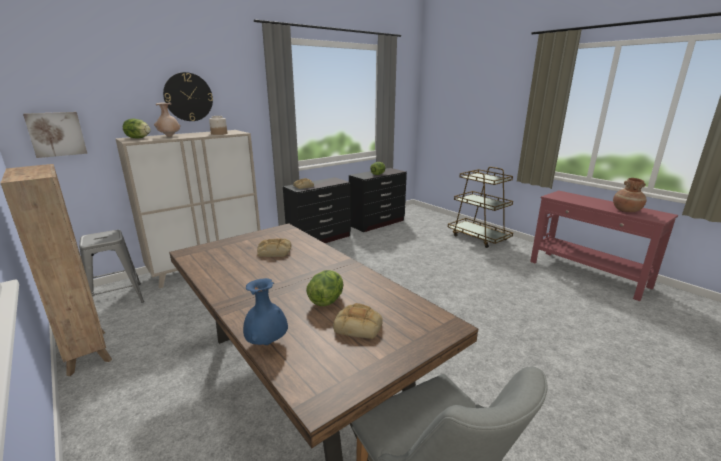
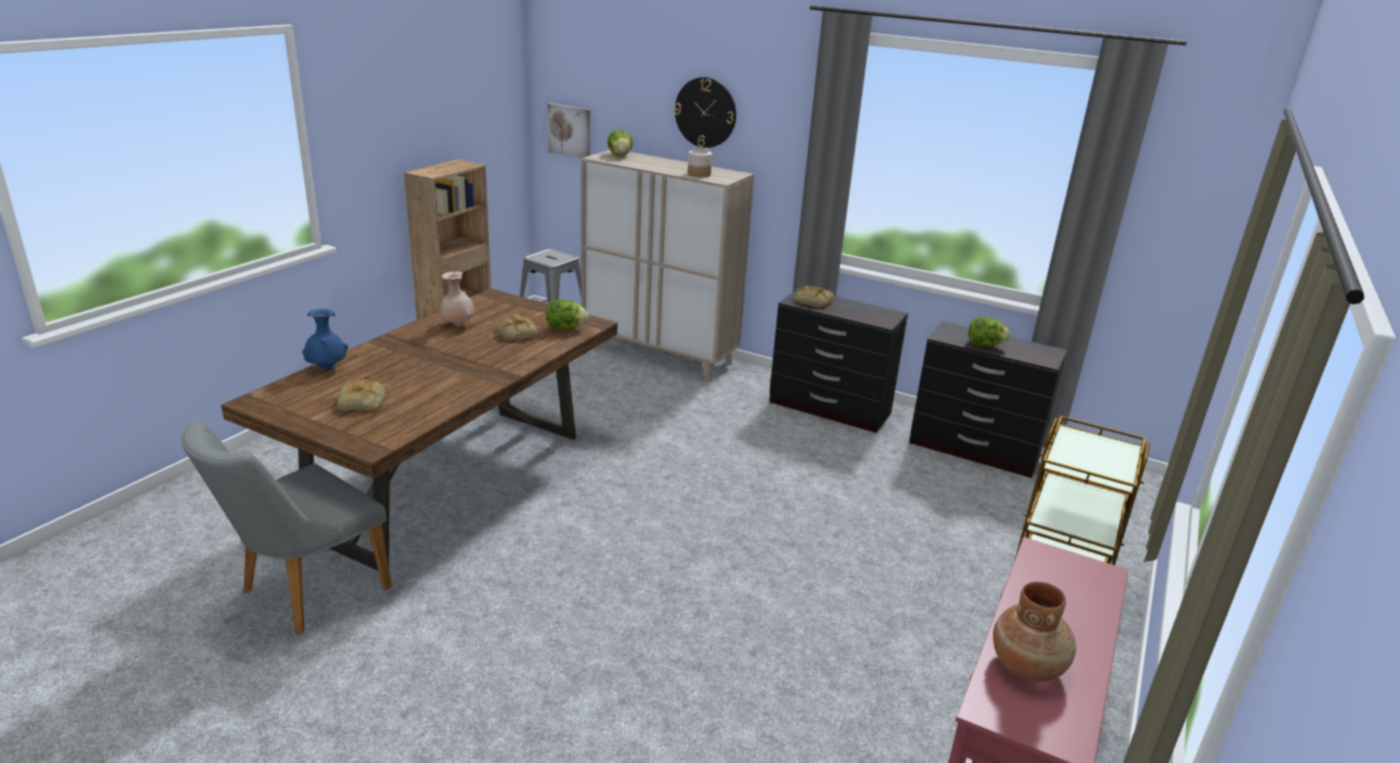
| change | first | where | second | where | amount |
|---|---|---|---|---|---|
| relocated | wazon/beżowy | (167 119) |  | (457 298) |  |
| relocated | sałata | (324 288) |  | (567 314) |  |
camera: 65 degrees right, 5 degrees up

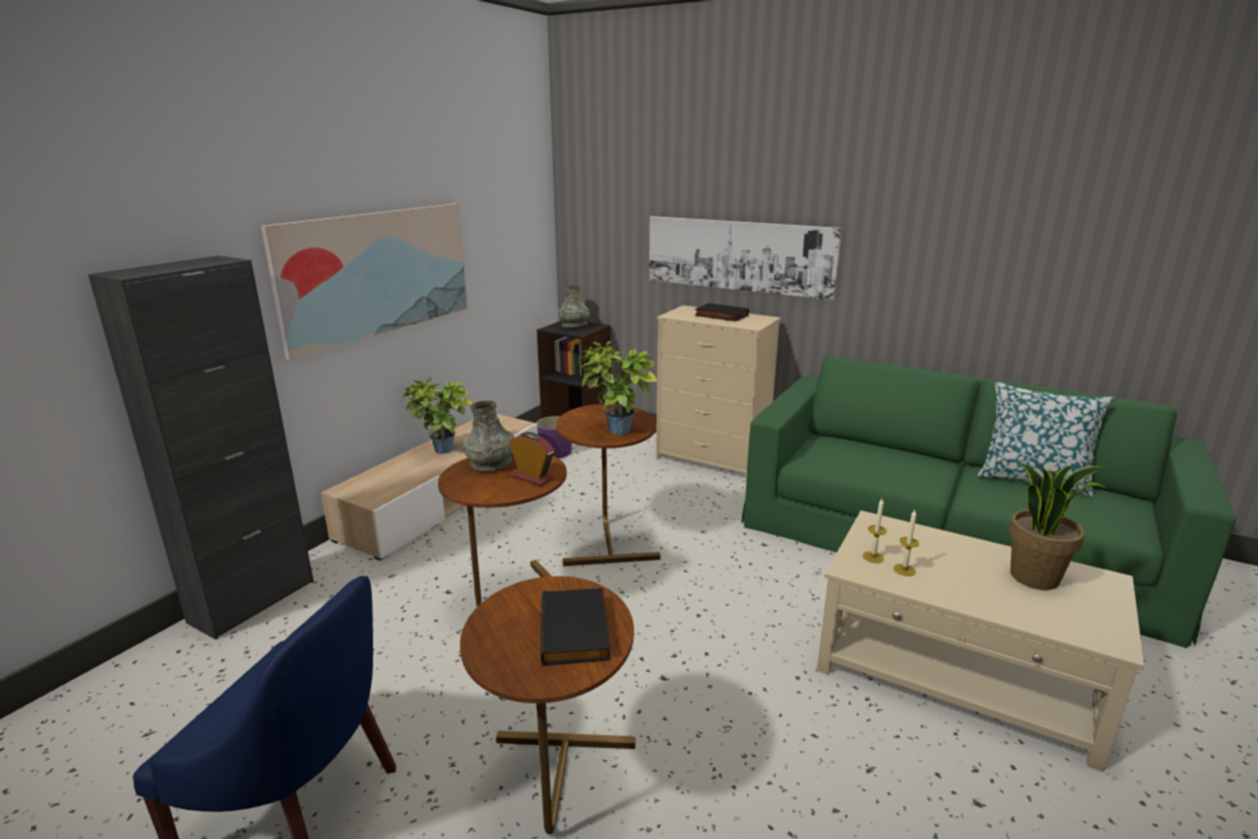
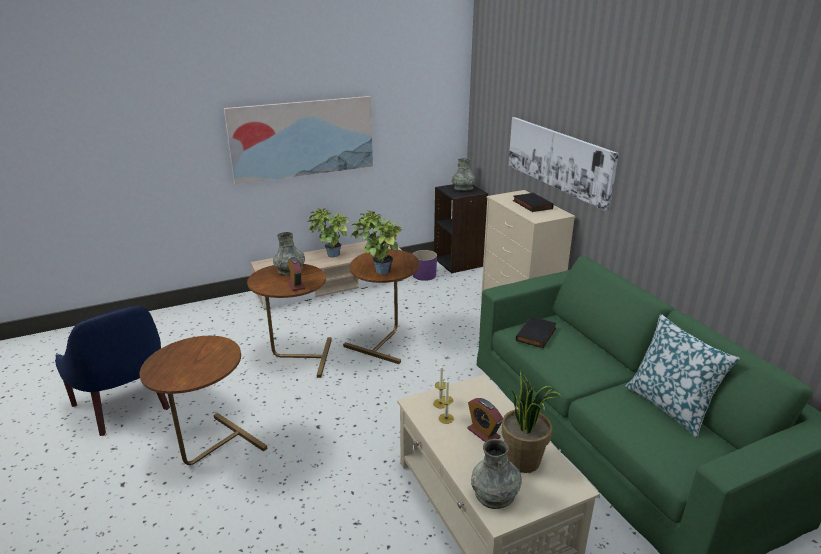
| change | first | where | second | where | amount |
|---|---|---|---|---|---|
| missing | szafka/czarny | (201 448) |  |  |  |
| appeared |  |  | budzik | (485 420) |  |
| appeared |  |  | wazon/szary | (496 474) |  |
| relocated | książka/czarny | (575 627) |  | (536 332) |  |
camera: 35 degrees right, 5 degrees up

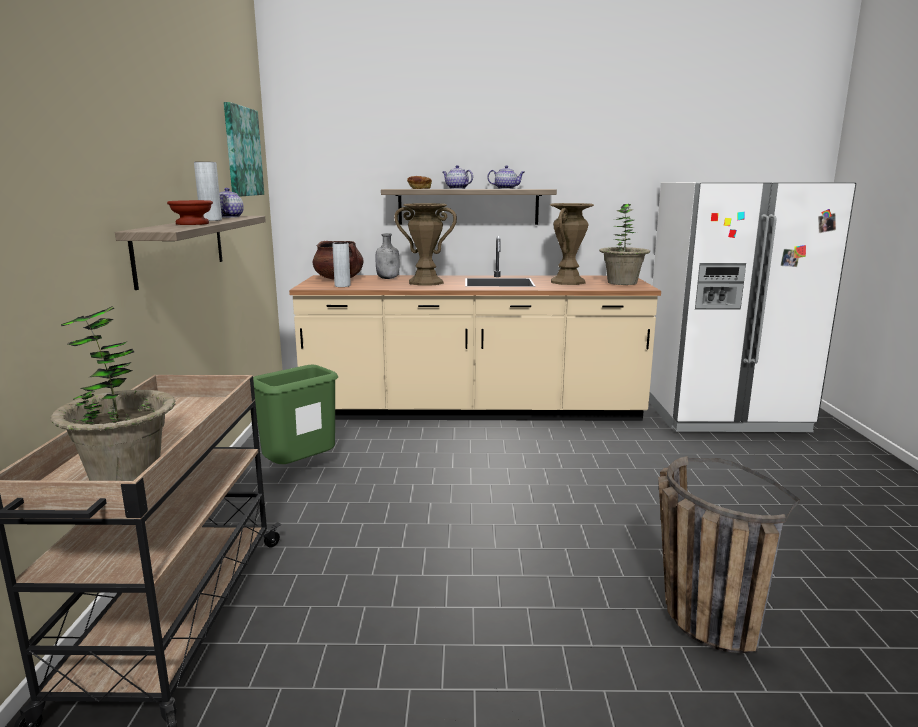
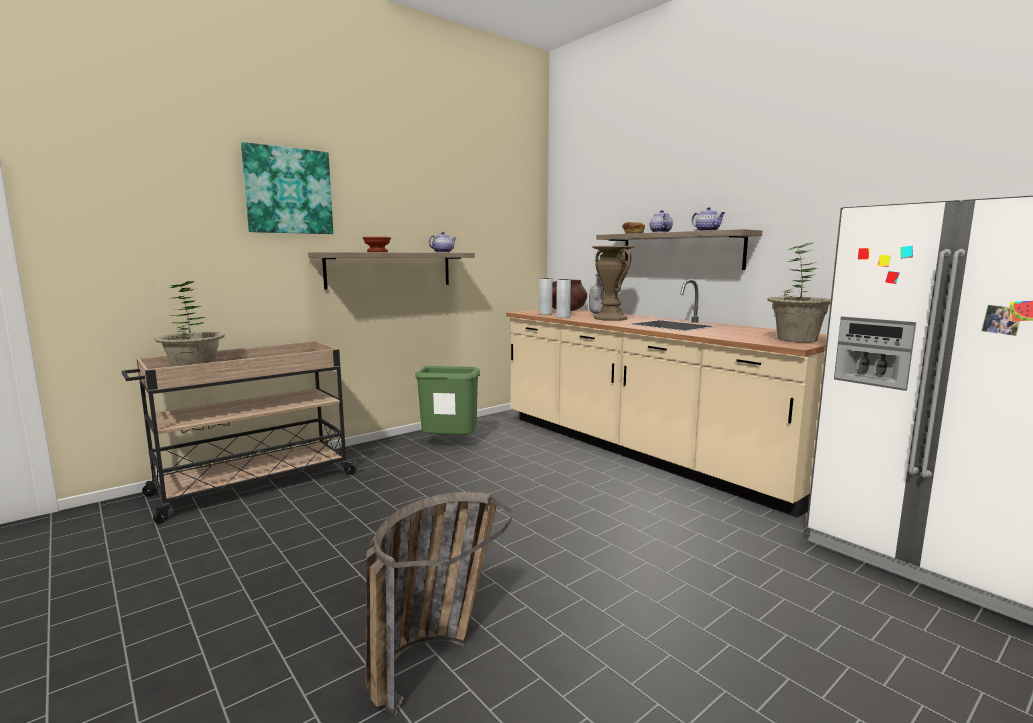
| change | first | where | second | where | amount |
|---|---|---|---|---|---|
| missing | wazon/brązowy | (572 244) |  |  |  |
| relocated | wazon/szary | (208 191) |  | (563 298) |  |
| relocated | obraz | (244 149) |  | (287 188) |  |
camera: 50 degrees right, 5 degrees down

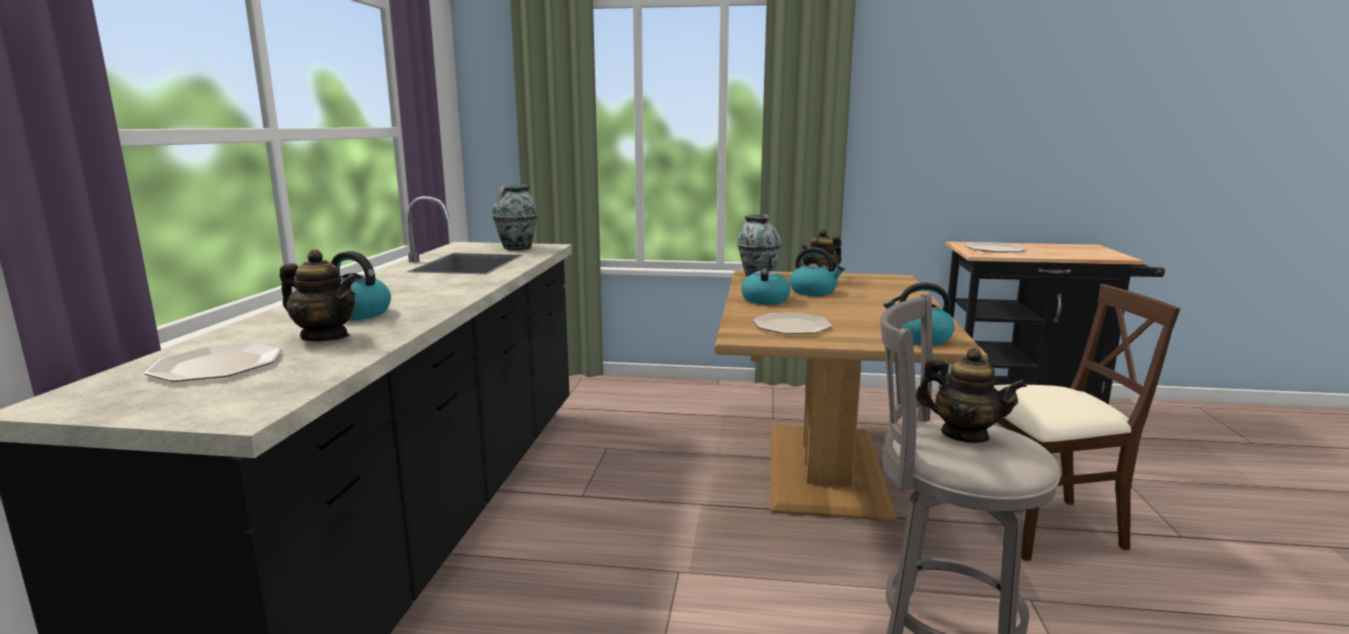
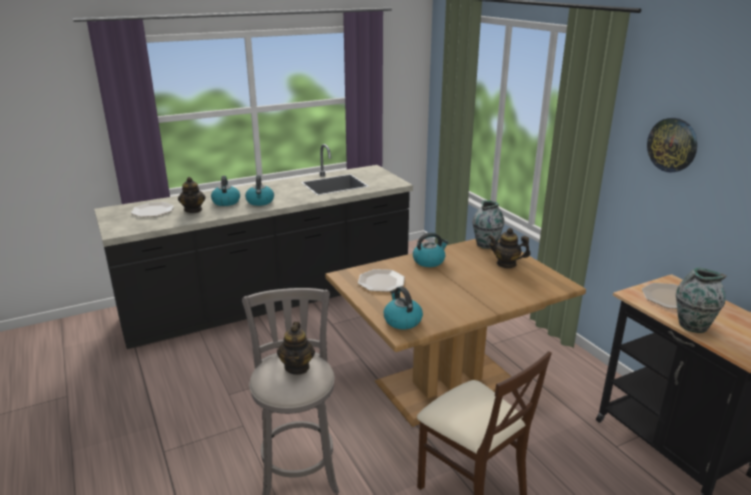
| change | first | where | second | where | amount |
|---|---|---|---|---|---|
| appeared |  |  | zegar ścienny | (672 145) |  |
| relocated | wazon | (515 217) |  | (701 300) |  |
| relocated | czajnik | (817 271) |  | (259 190) |  |
camera: 55 degrees right, 10 degrees up

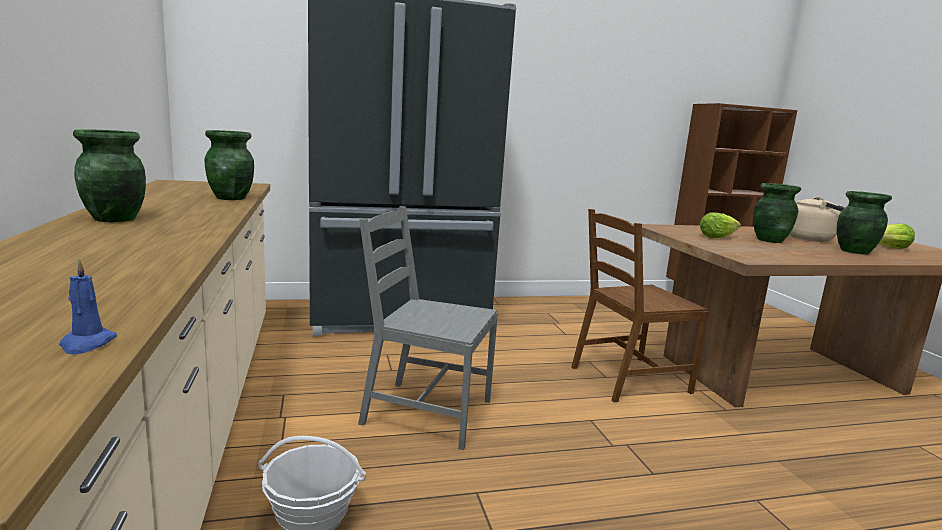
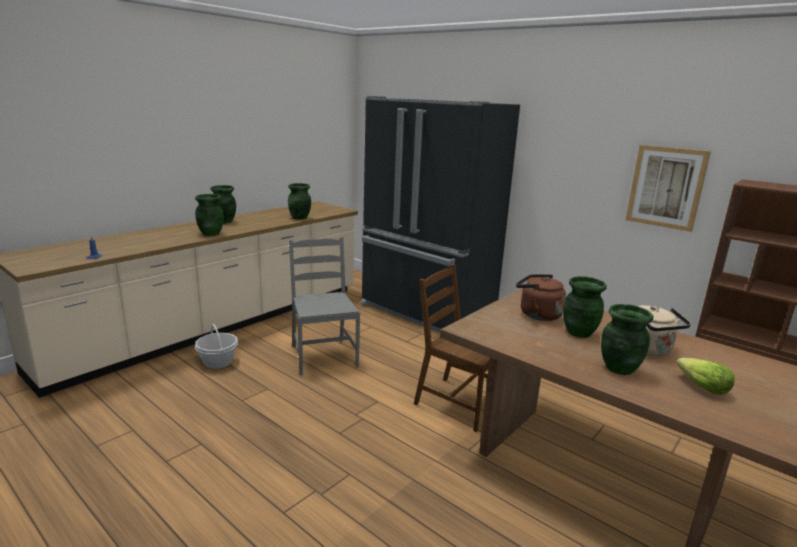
| change | first | where | second | where | amount |
|---|---|---|---|---|---|
| appeared |  |  | wazon/zielony | (209 215) |  |
| appeared |  |  | obraz | (668 188) |  |
| exchanged | sałata | (720 225) | czajnik/brązowy | (541 297) |  |
camera: 55 degrees right, 5 degrees up

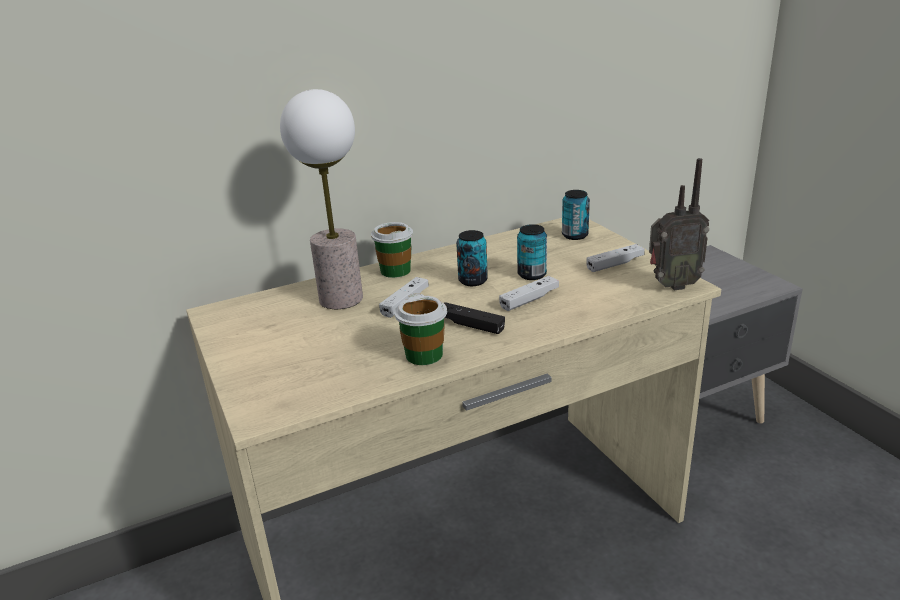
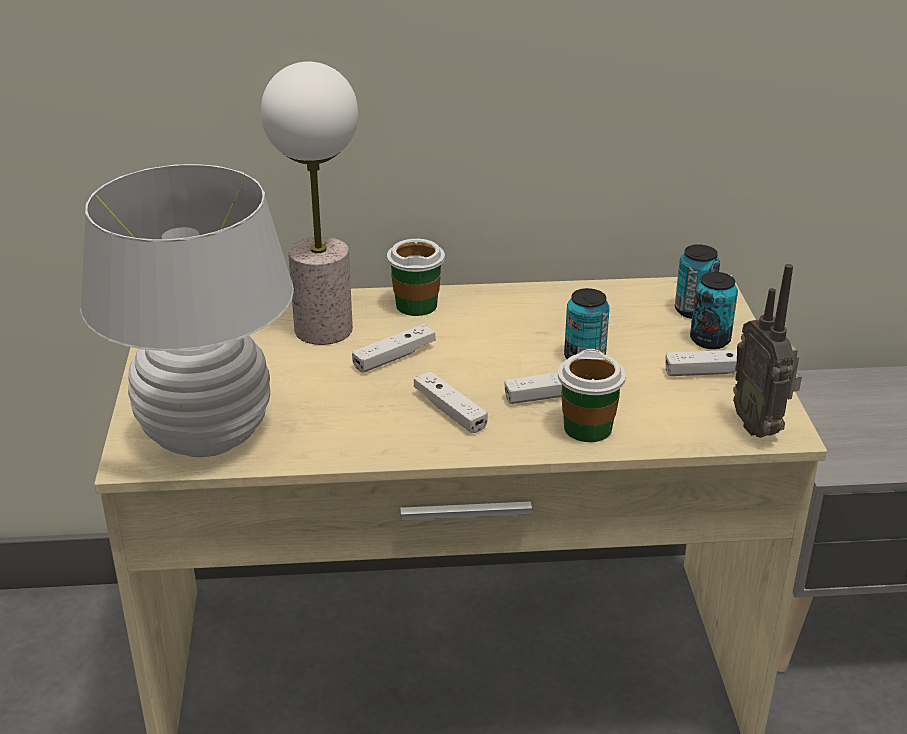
| change | first | where | second | where | amount |
|---|---|---|---|---|---|
| appeared |  |  | lampa stołowa/biały | (187 310) |  |
| relocated | filiżanka | (420 329) |  | (592 395) |  |
| relocated | puszka | (472 258) |  | (714 310) |  |
| colour | pad do gier/czarny | (474 318) | pad do gier/biały | (451 402) |  |
| spun | radio | (679 224) |  | (767 351) | 60 degrees clockwise |
camera: 20 degrees right, 5 degrees up

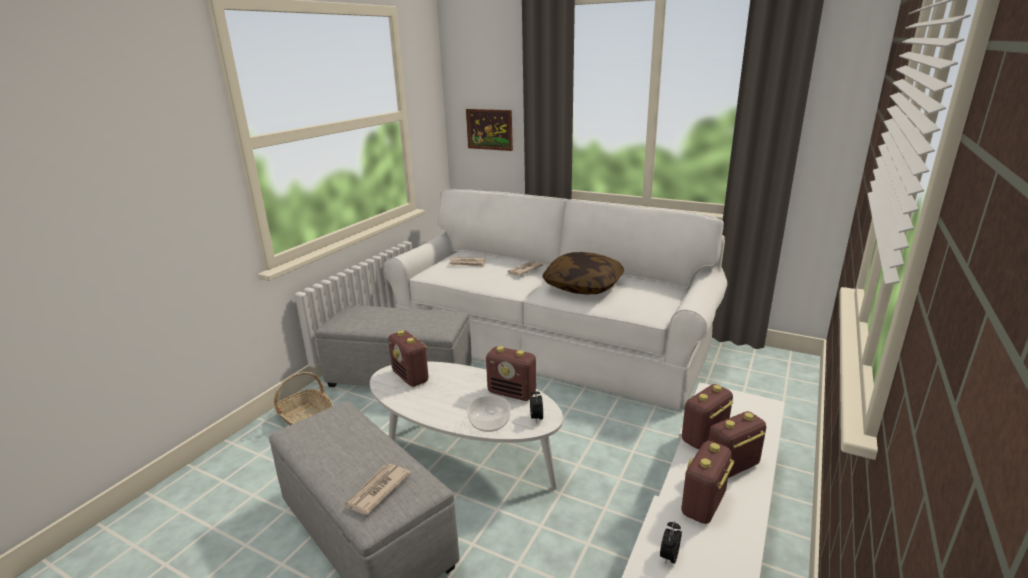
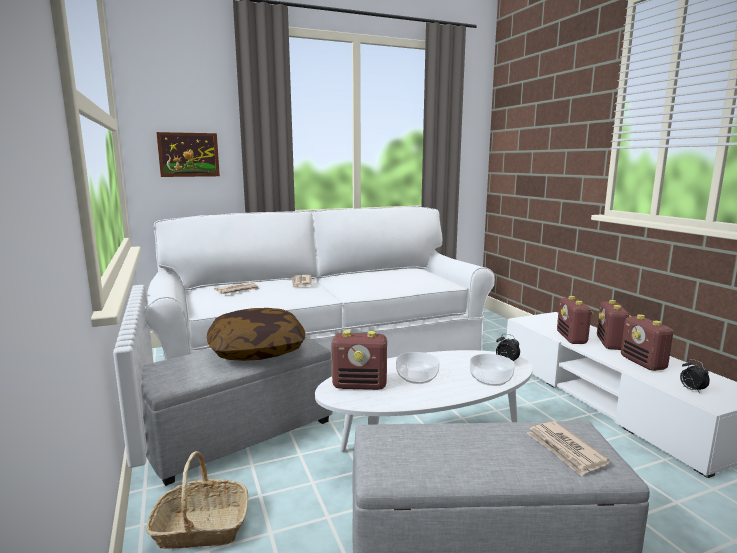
| change | first | where | second | where | amount |
|---|---|---|---|---|---|
| missing | radio | (511 373) |  |  |  |
| appeared |  |  | miska | (418 368) |  |
| relocated | poduszka | (583 273) |  | (256 334) |  |
camera: 50 degrees left, 10 degrees down

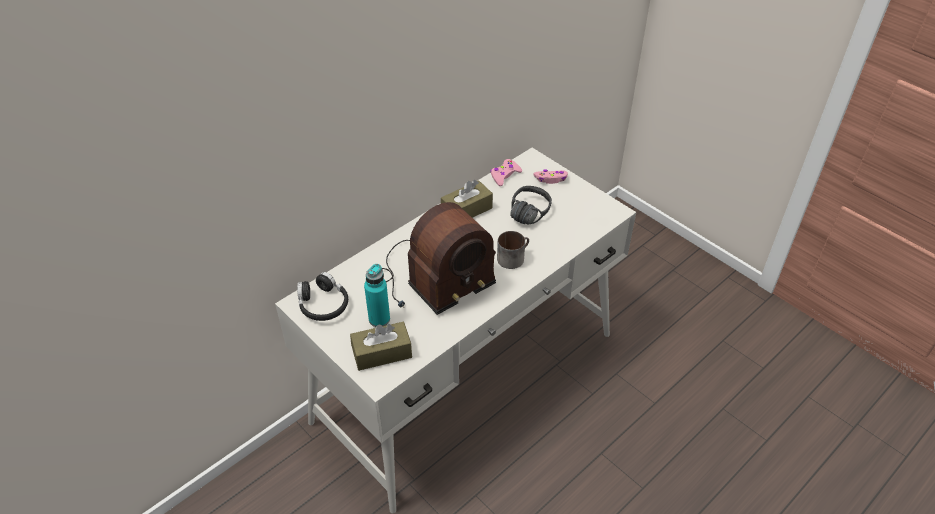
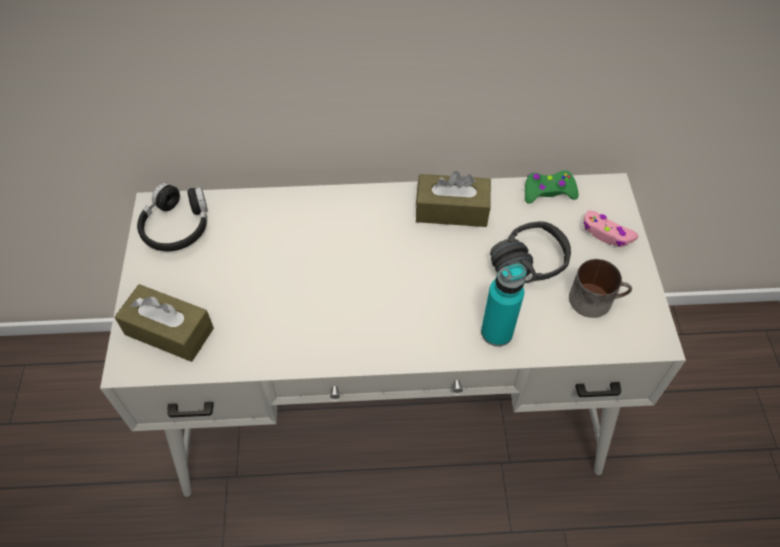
| change | first | where | second | where | amount |
|---|---|---|---|---|---|
| missing | radio | (439 258) |  |  |  |
| relocated | butelka/turkusowy | (377 295) |  | (503 305) |  |
| relocated | kubek | (513 250) |  | (600 288) |  |
| colour | pad do gier/różowy | (506 172) | pad do gier/zielony | (551 187) |  |
camera: 40 degrees right, 10 degrees up

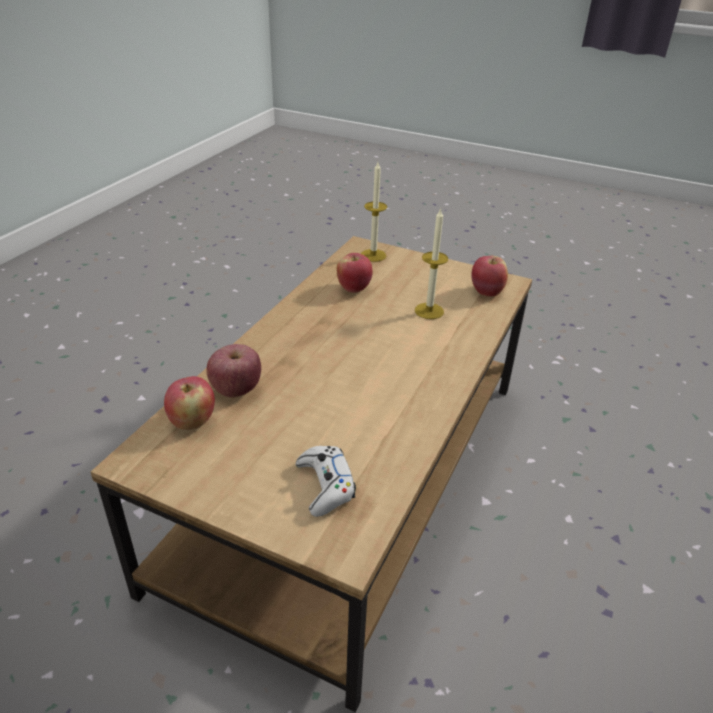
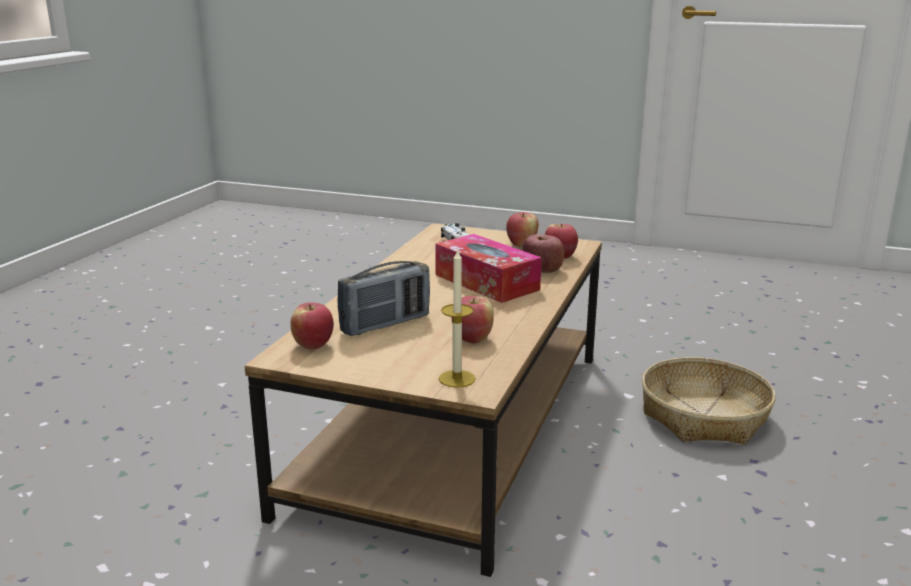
| change | first | where | second | where | amount |
|---|---|---|---|---|---|
| appeared |  |  | pudełko chusteczek | (488 268) |  |
| appeared |  |  | jabłko | (522 229) |  |
| appeared |  |  | koszyk | (709 400) |  |
| exchanged | świeca | (431 263) | radio | (383 298) |  |
camera: 175 degrees right, 15 degrees down

